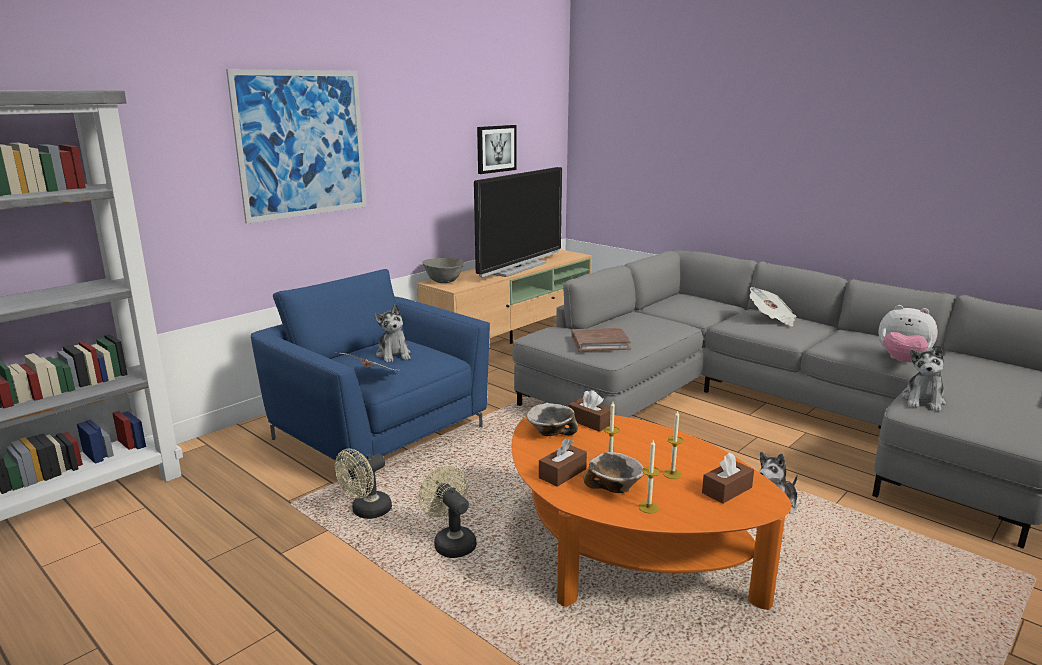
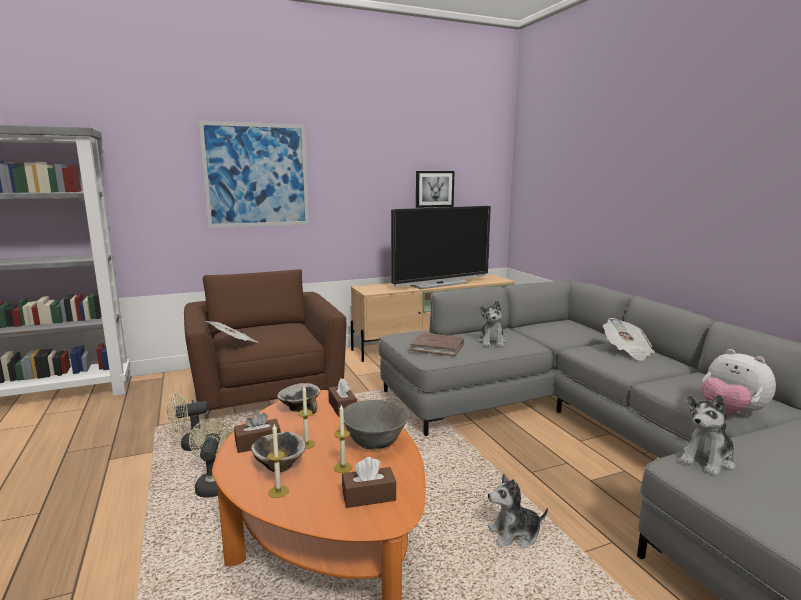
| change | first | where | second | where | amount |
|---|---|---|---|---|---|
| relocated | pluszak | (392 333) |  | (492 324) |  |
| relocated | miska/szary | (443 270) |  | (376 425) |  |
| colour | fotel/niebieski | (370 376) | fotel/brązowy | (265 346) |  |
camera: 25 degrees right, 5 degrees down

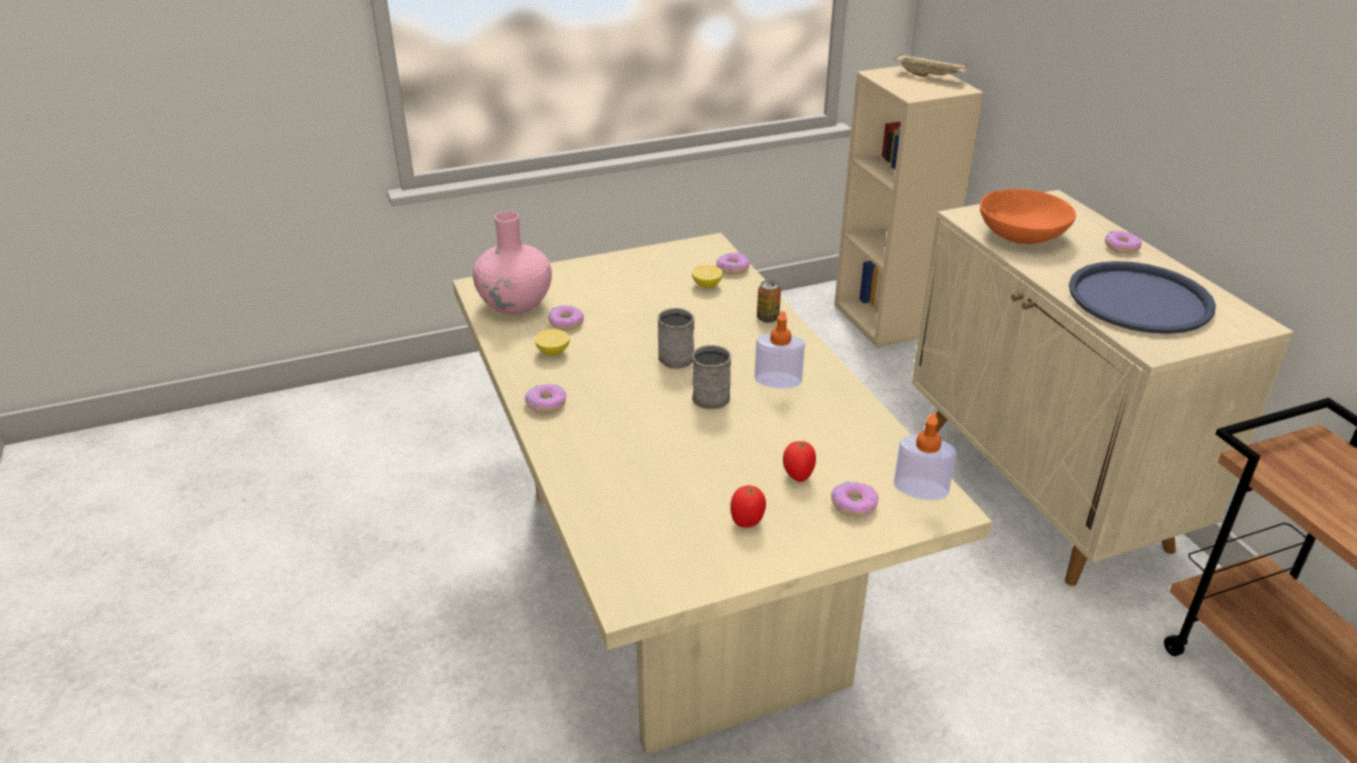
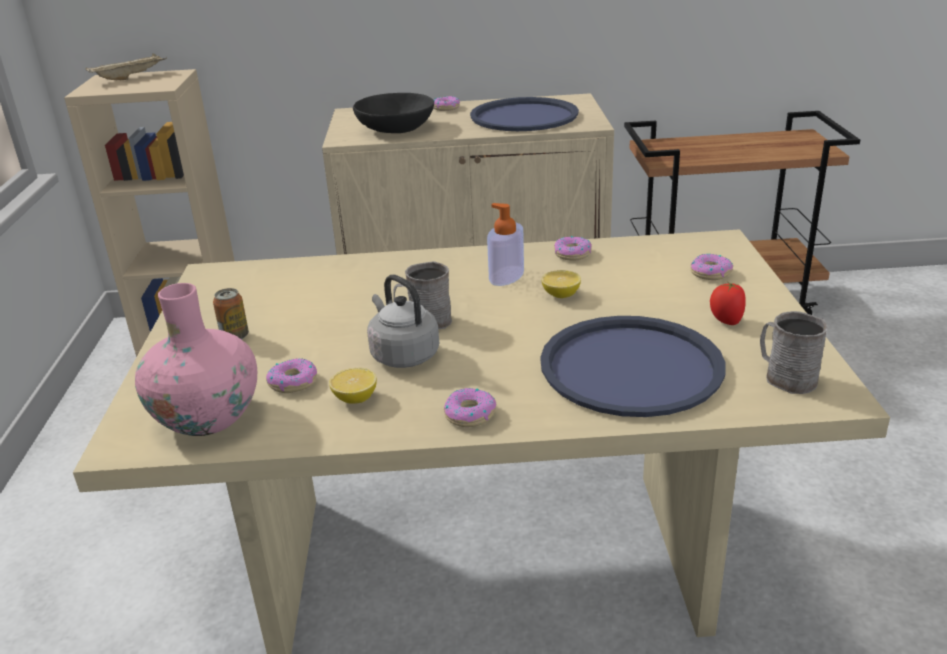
| change | first | where | second | where | amount |
|---|---|---|---|---|---|
| missing | pomidor | (799 461) |  |  |  |
| missing | dozownik mydła | (925 456) |  |  |  |
| appeared |  |  | czajnik/szary | (403 321) |  |
| appeared |  |  | taca/niebieski | (633 366) |  |
| relocated | cytryna | (707 276) |  | (561 284) |  |
| relocated | kubek/szary | (711 377) |  | (793 352) |  |
| relocated | donut | (733 263) |  | (573 248) |  |
| relocated | puszka | (769 301) |  | (231 314) |  |
| colour | miska/pomarańczowy | (1028 216) | miska/czarny | (393 113) |  |
camera: 70 degrees left, 5 degrees down

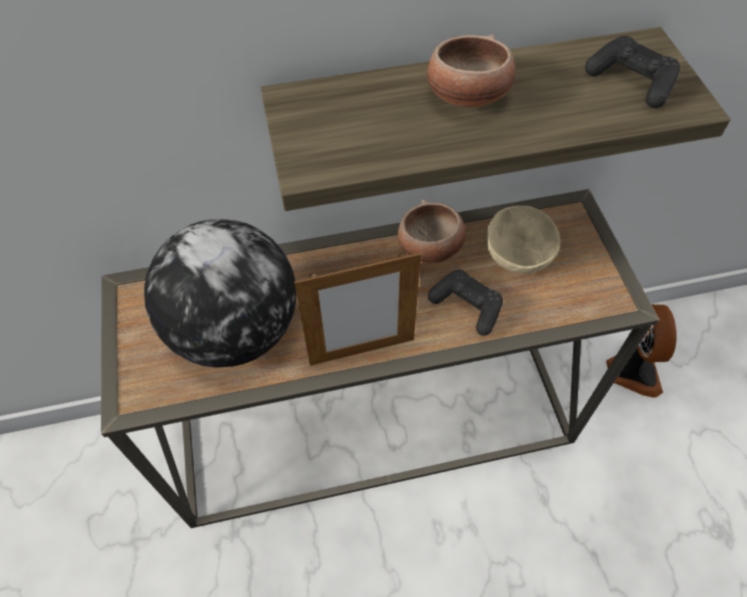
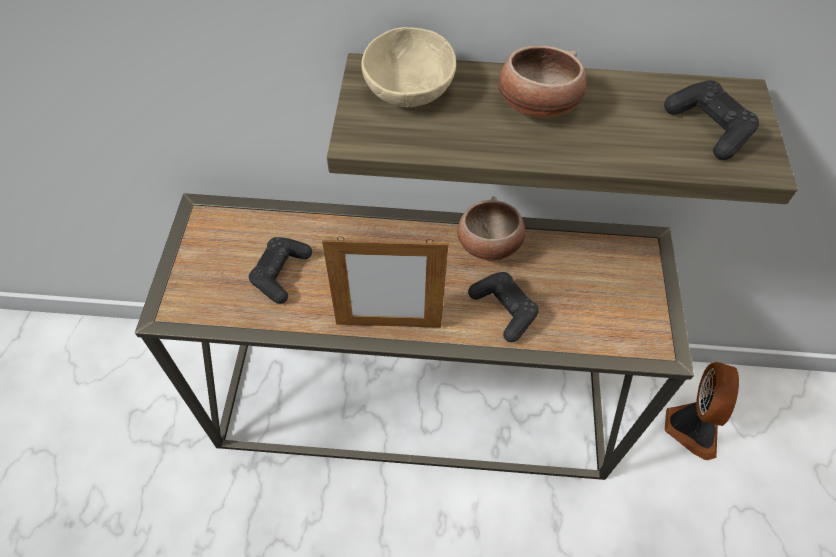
| change | first | where | second | where | amount |
|---|---|---|---|---|---|
| relocated | miska/beżowy | (523 240) |  | (408 67) |  |
| exchanged | globus | (220 293) | pad do gier/czarny | (280 270) |  |
camera: 15 degrees right, 0 degrees up

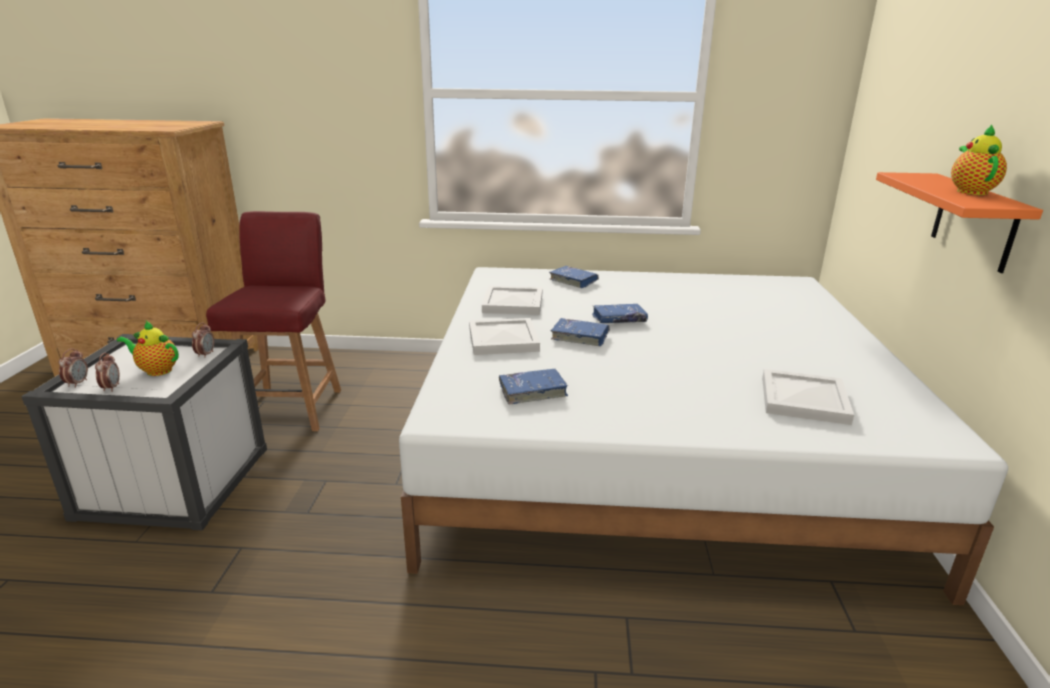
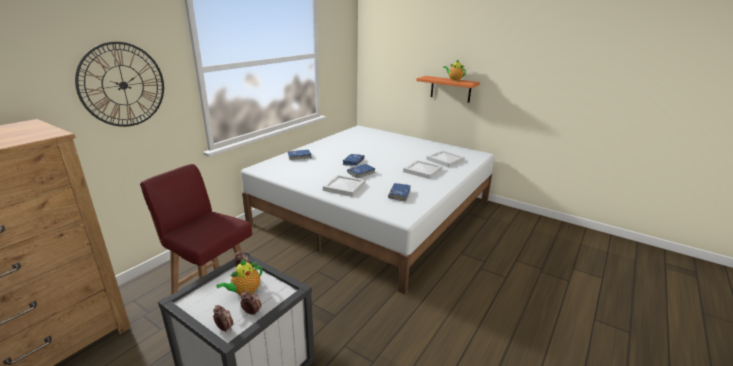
| change | first | where | second | where | amount |
|---|---|---|---|---|---|
| appeared |  |  | zegar ścienny | (119 84) |  |
| relocated | taca/biały | (512 300) |  | (423 169) |  |
camera: 60 degrees left, 0 degrees up

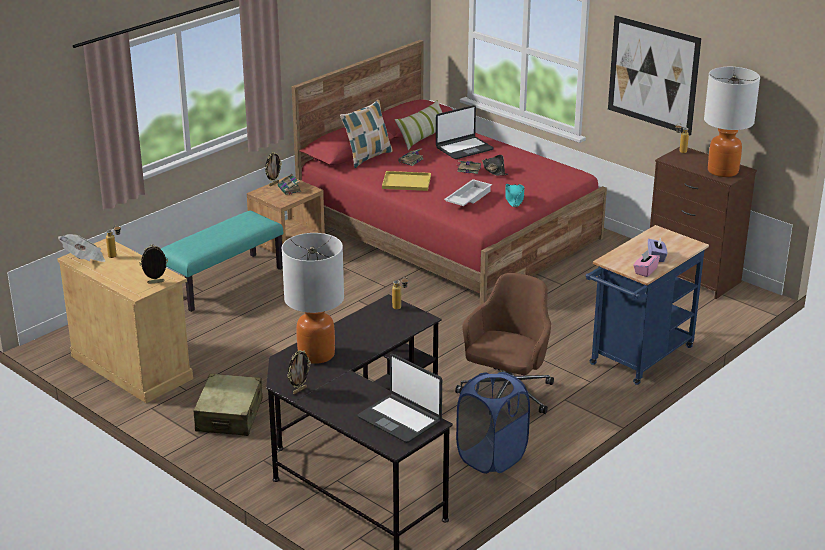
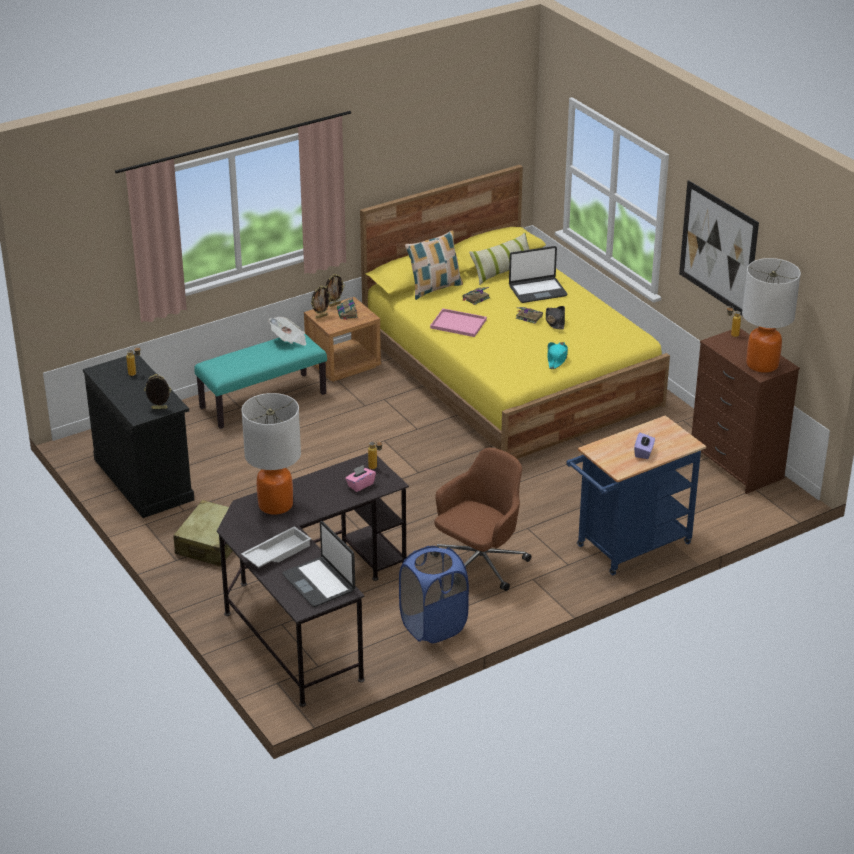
| change | first | where | second | where | amount |
|---|---|---|---|---|---|
| relocated | gazeta | (81 248) |  | (287 331) |  |
| relocated | ramka na zdjęcie | (299 372) |  | (321 302) |  |
| relocated | taca/biały | (468 192) |  | (276 547) |  |
| relocated | pudełko chusteczek/różowy | (646 263) |  | (360 478) |  |
| colour | szafka/beżowy | (125 321) | szafka/czarny | (138 435) |  |
| colour | łóżko/czerwony | (449 172) | łóżko/żółty | (515 312) |  |
| colour | taca/żółty | (406 181) | taca/różowy | (458 322) |  |
camera: 15 degrees right, 5 degrees up

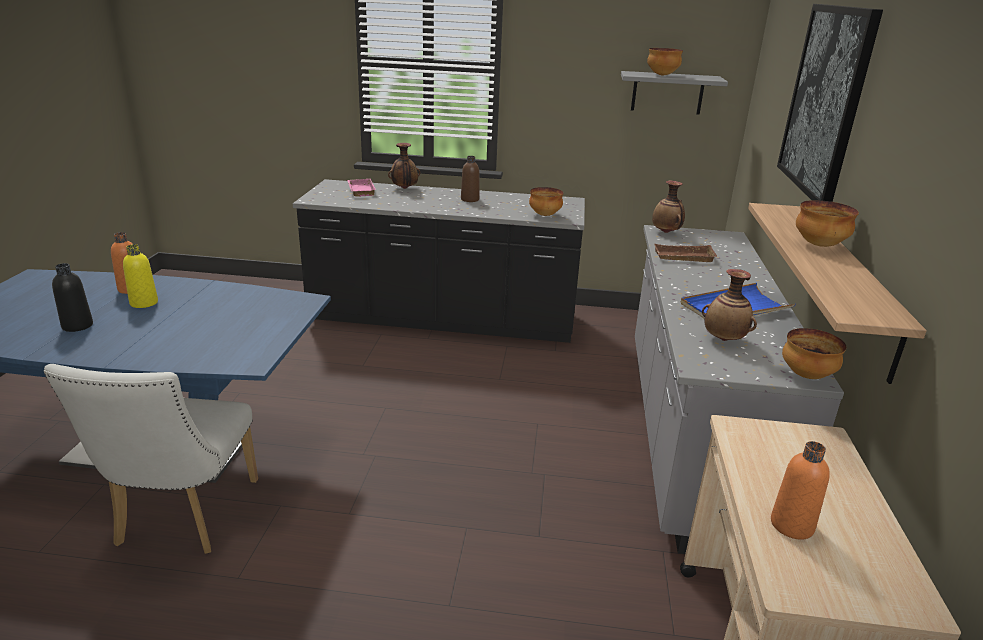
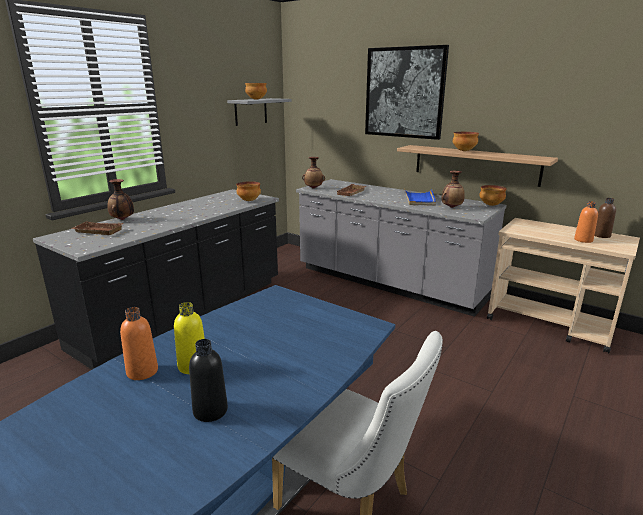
| change | first | where | second | where | amount |
|---|---|---|---|---|---|
| relocated | butelka/brązowy | (470 179) |  | (605 218) |  |
| colour | taca/różowy | (361 188) | taca/brązowy | (97 228) |  |
camera: 60 degrees left, 5 degrees down

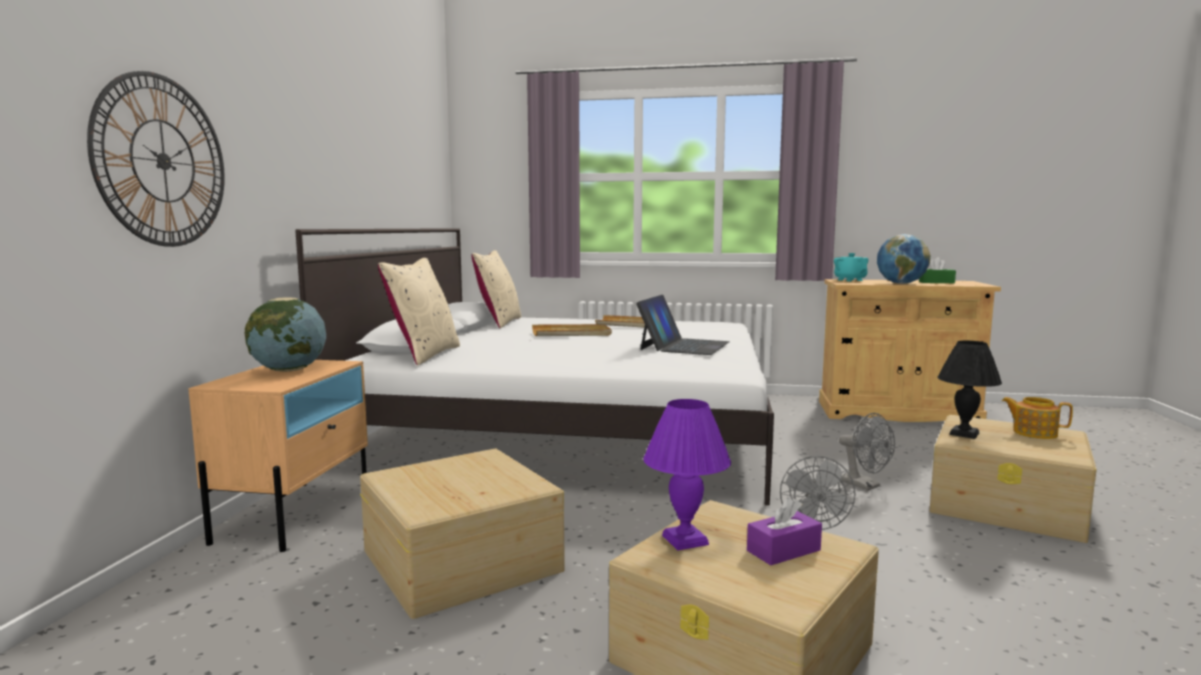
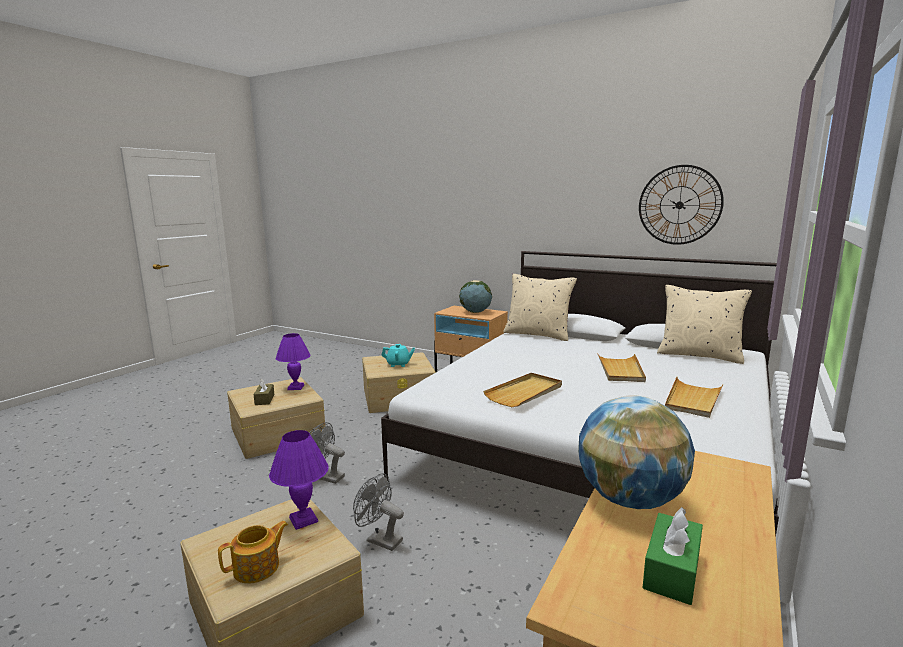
| change | first | where | second | where | amount |
|---|---|---|---|---|---|
| relocated | zegar ścienny | (156 159) |  | (681 205) |  |
| relocated | imbryk/turkusowy | (851 267) |  | (398 355) |  |
| exchanged | laptop | (682 325) | taca/beżowy | (522 390) |  |
| colour | pudełko chusteczek/fioletowy | (784 531) | pudełko chusteczek/brązowy | (264 391) |  |
| colour | lampa stołowa/czarny | (969 389) | lampa stołowa/fioletowy | (299 480) |  |
| spun | wentylator/szary | (867 452) |  | (378 512) | 45 degrees clockwise |
camera: 110 degrees right, 5 degrees up

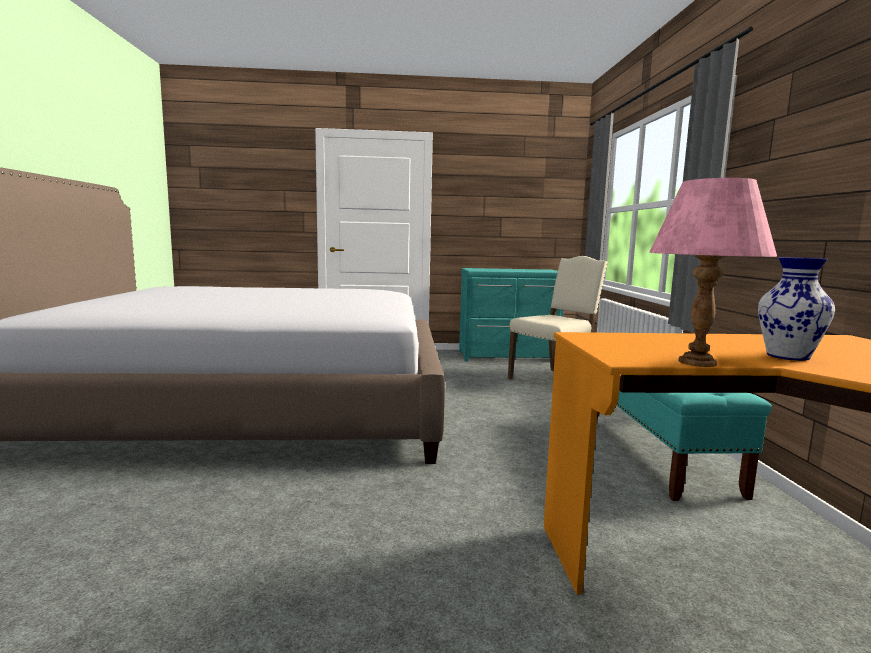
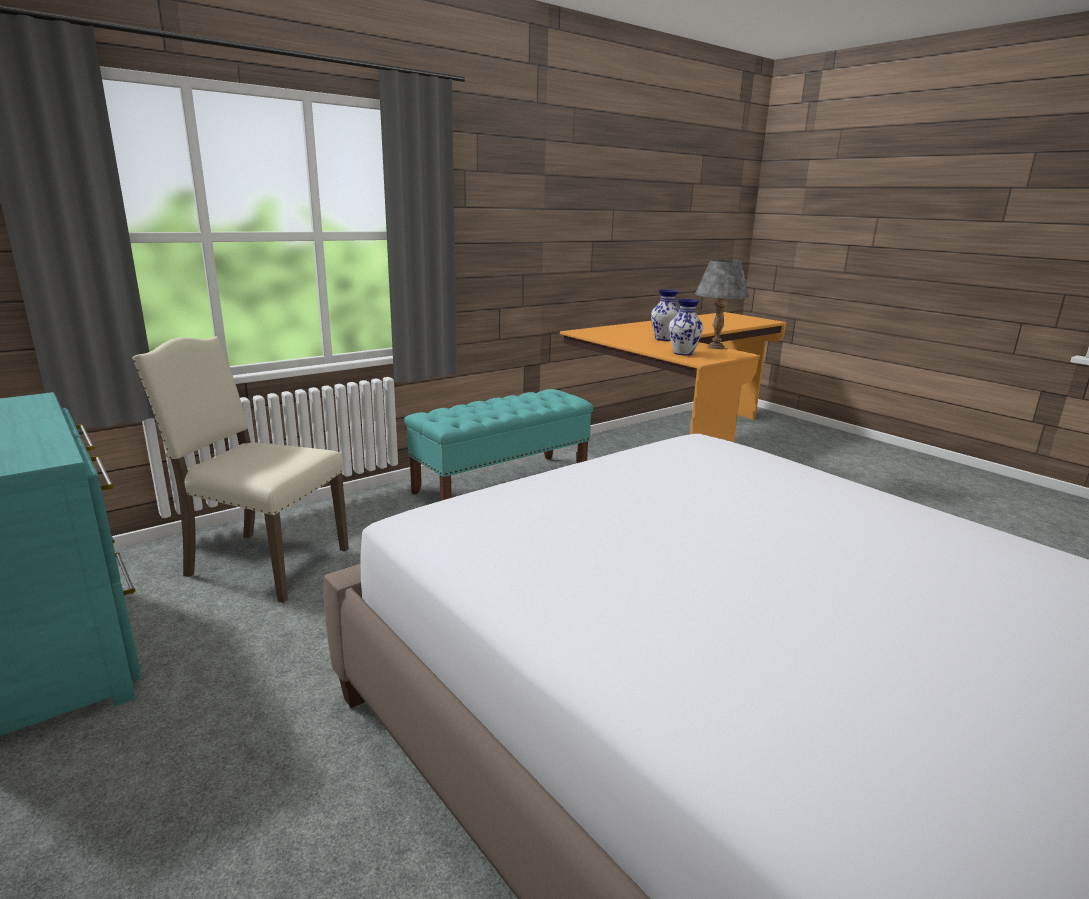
| change | first | where | second | where | amount |
|---|---|---|---|---|---|
| appeared |  |  | wazon | (686 327) |  |
| colour | lampa stołowa/różowy | (713 272) | lampa stołowa/szary | (722 304) |  |
camera: 125 degrees left, 10 degrees up

